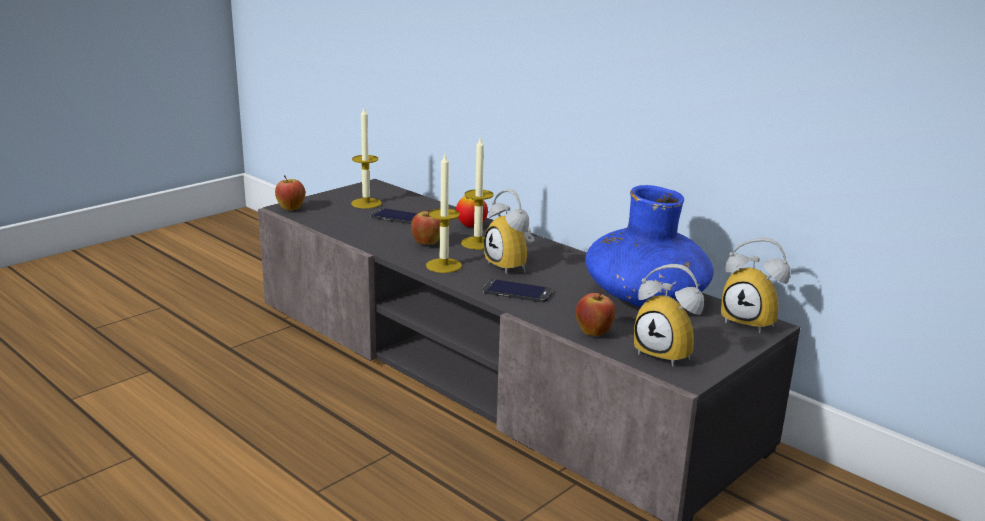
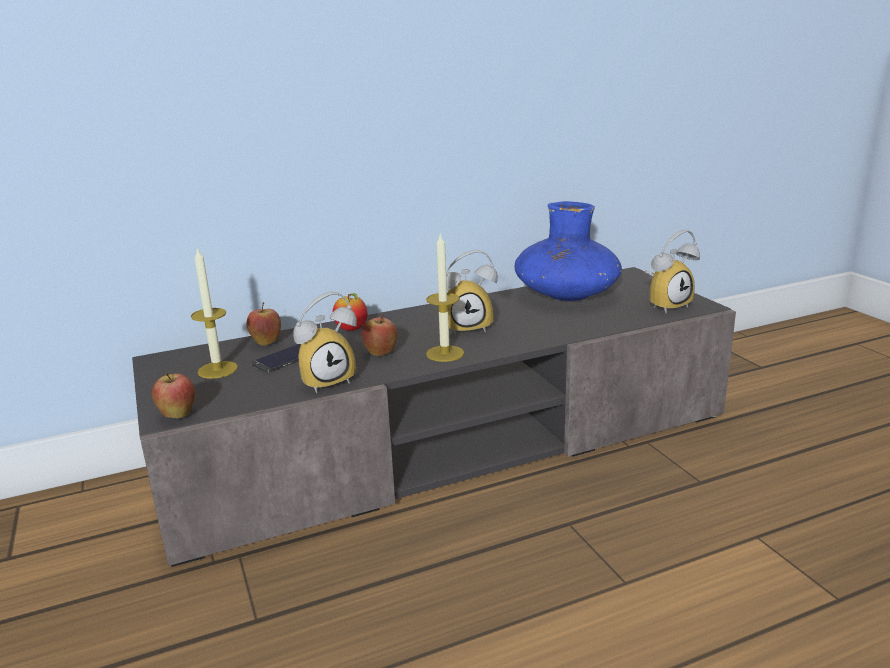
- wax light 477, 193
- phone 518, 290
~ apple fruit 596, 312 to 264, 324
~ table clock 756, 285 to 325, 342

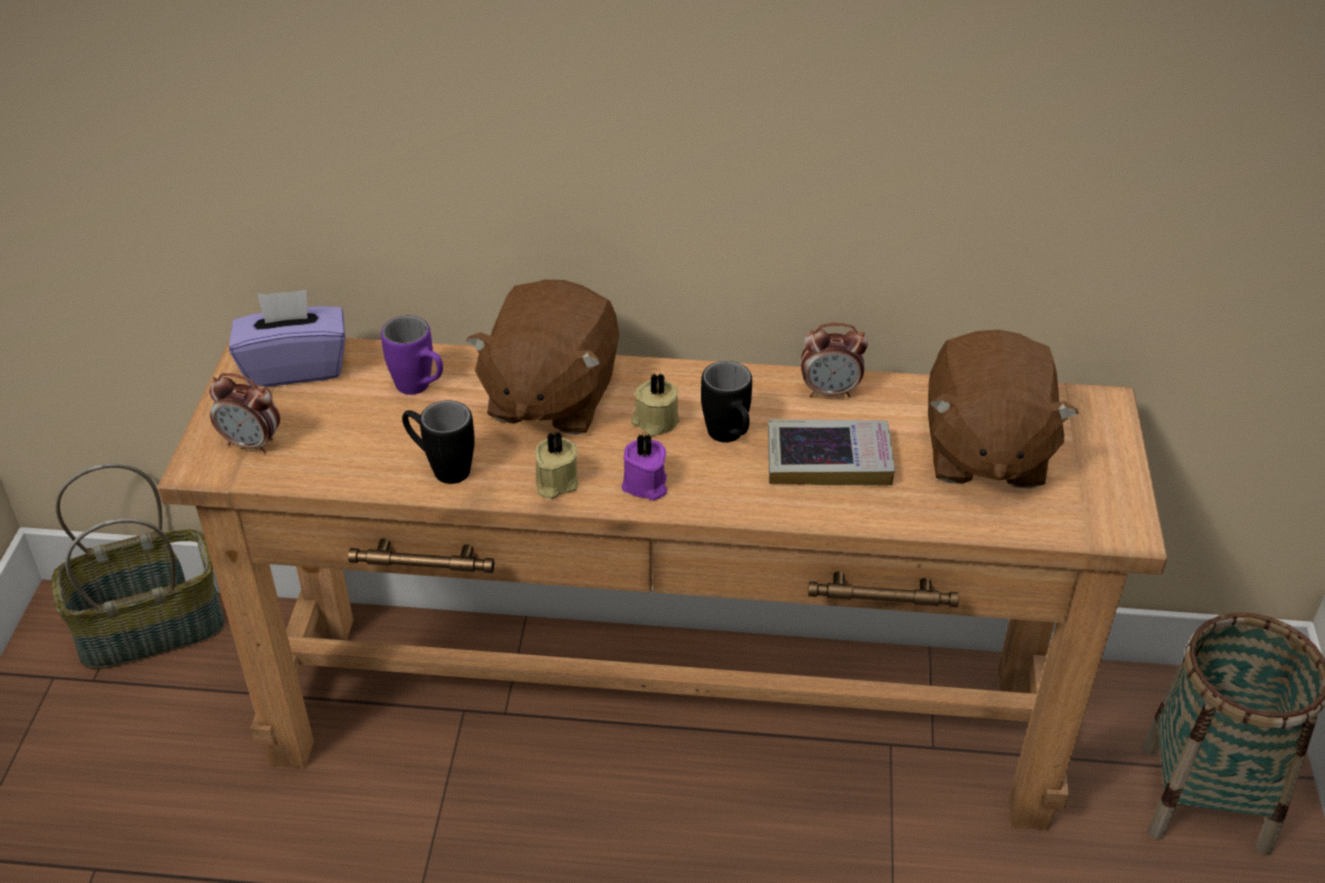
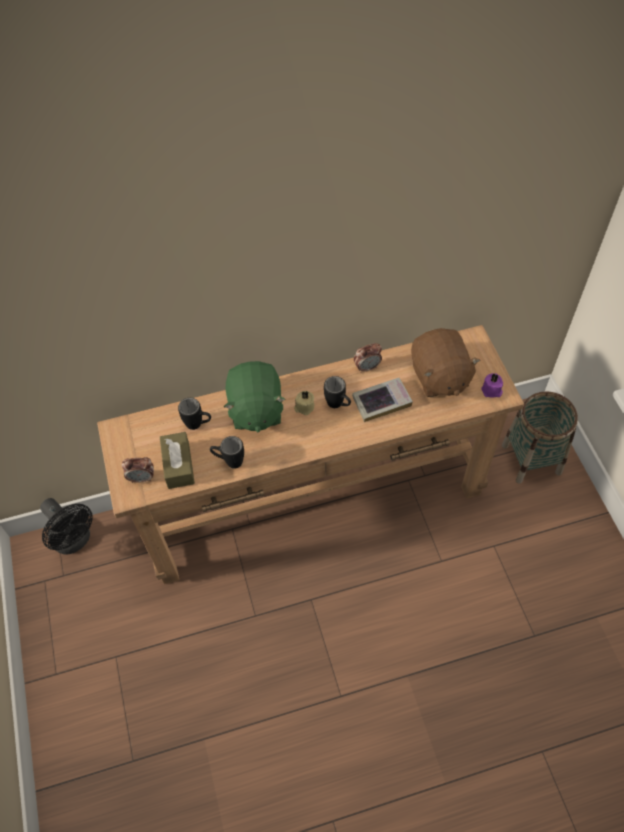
~ storage basket 138, 566 to blackish cooling fan 66, 526
- purplish tissue holder 287, 338
~ purplish tea mug 412, 355 to blackish tea mug 194, 414
~ brownish soft toy 542, 357 to green-coloured soft toy 255, 397
- beige wax light 556, 465
~ purplish wax light 644, 467 to 492, 385
+ brownish tissue holder 177, 460

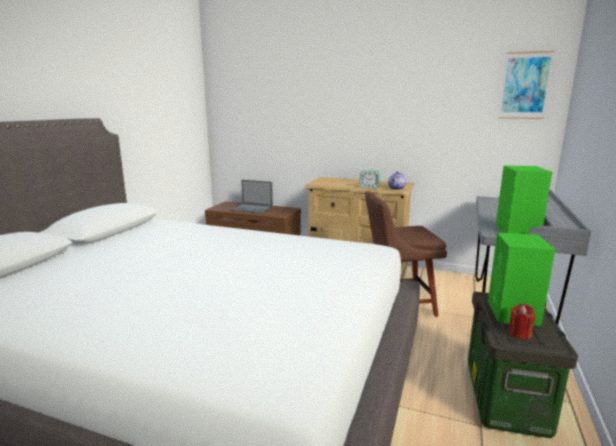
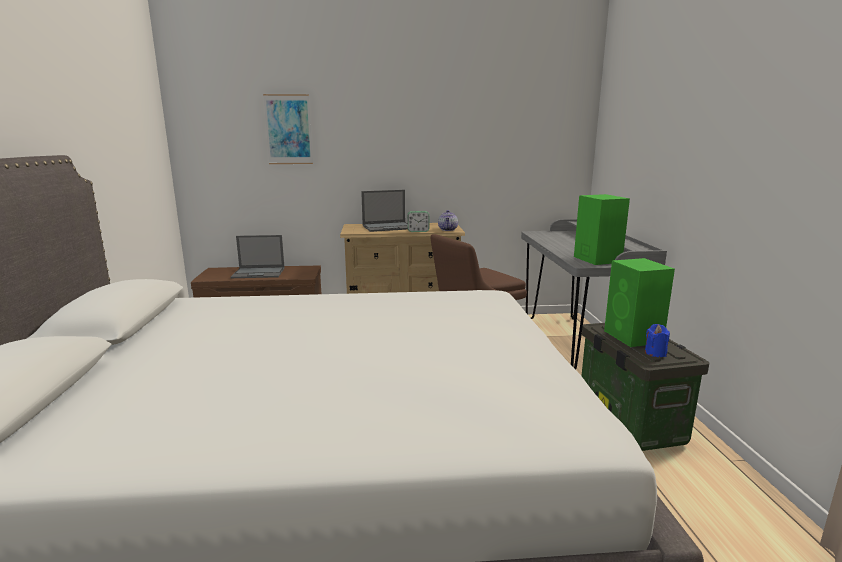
~ wall art 526, 85 to 288, 129
~ reddish wax light 522, 322 to blue-coloured wax light 657, 340
+ portable computer 384, 211

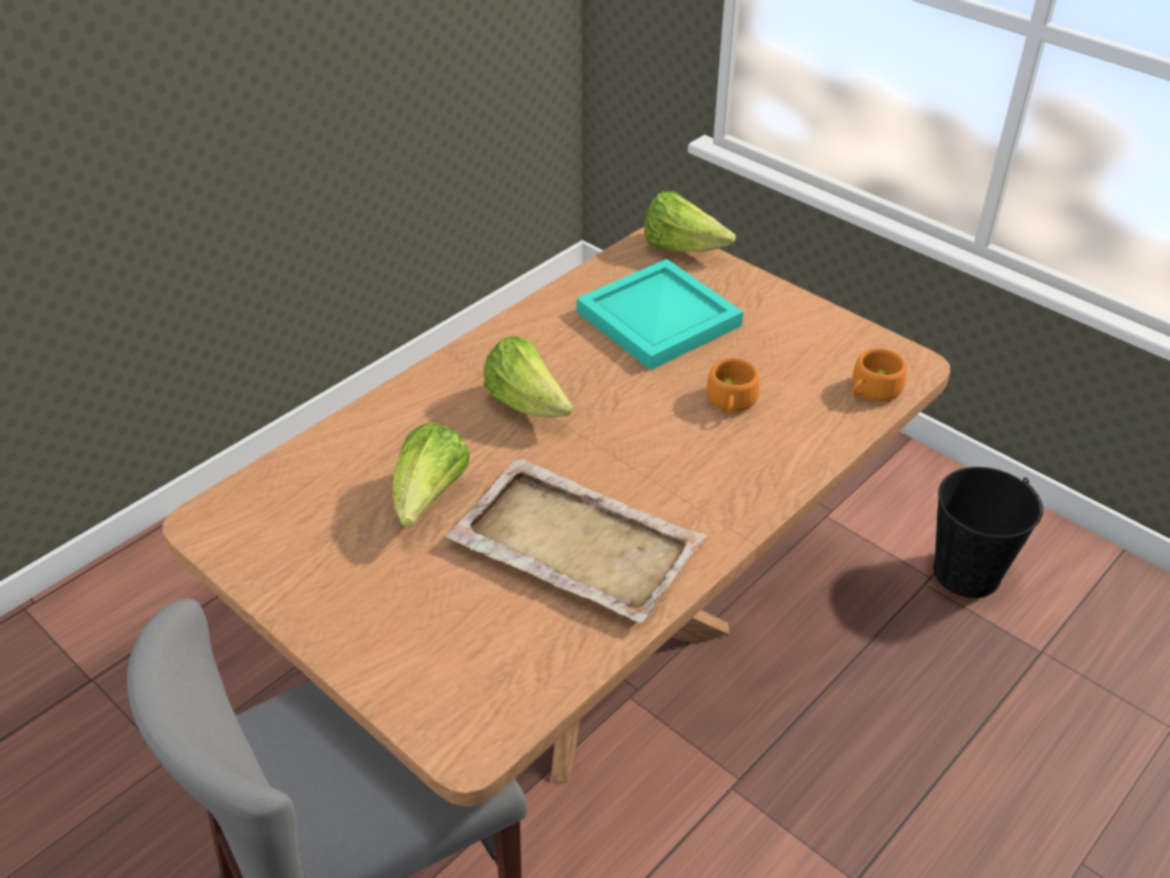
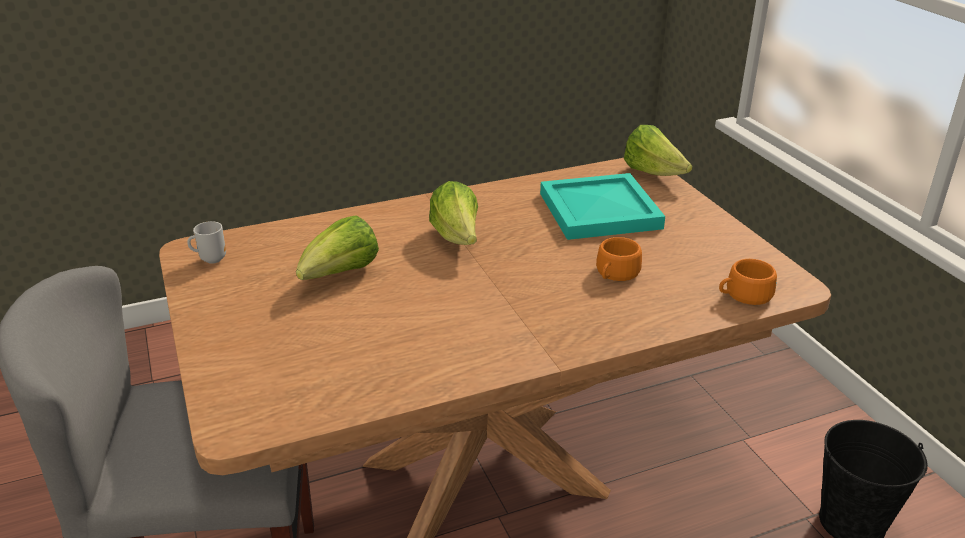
- beige serving tray 575, 540
+ tea mug 206, 242

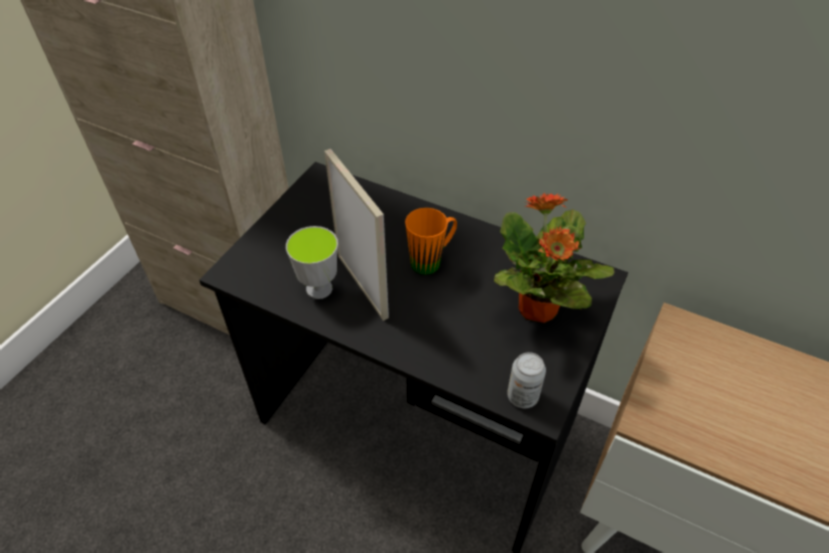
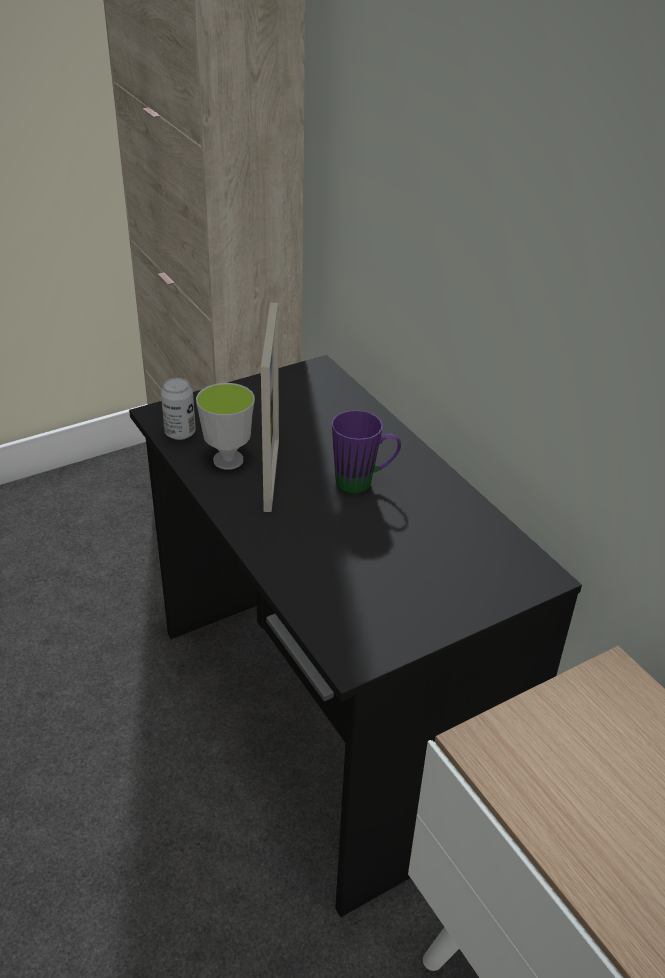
~ orangey tea mug 431, 241 to purplish tea mug 366, 451
- potted plant 554, 257
~ can 526, 380 to 178, 409

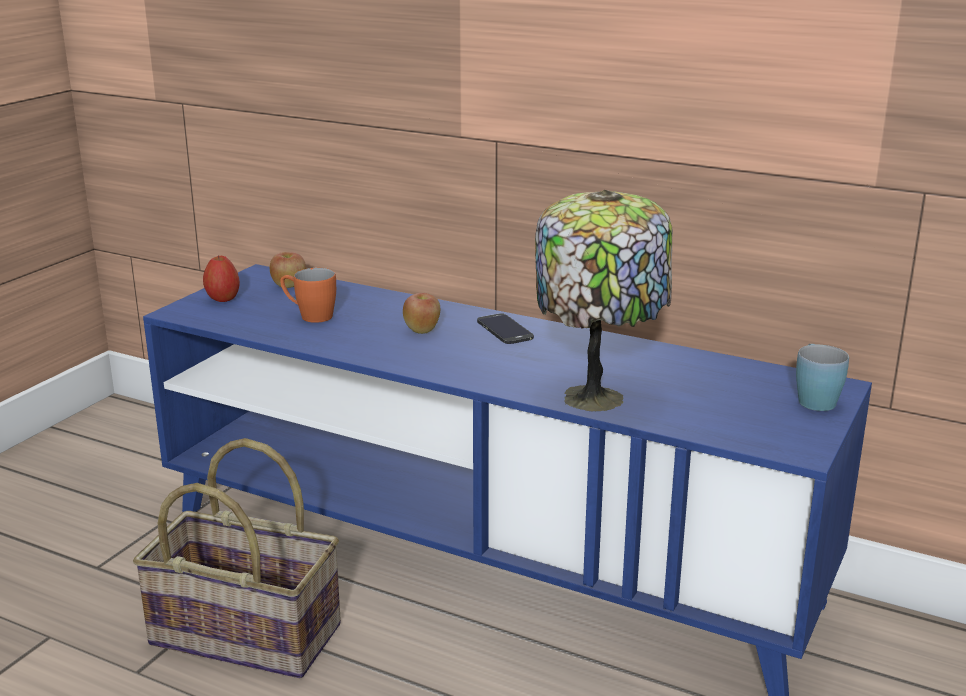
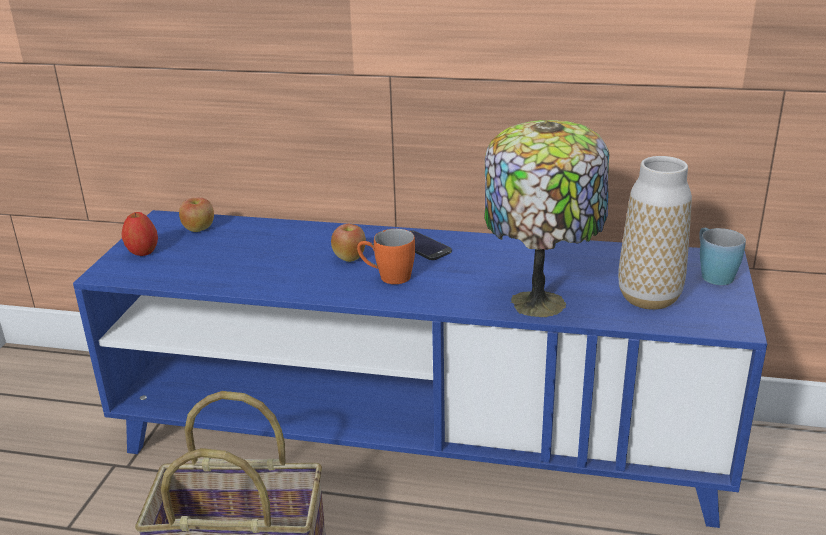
~ orangey tea mug 308, 295 to 386, 256
+ vase 655, 233

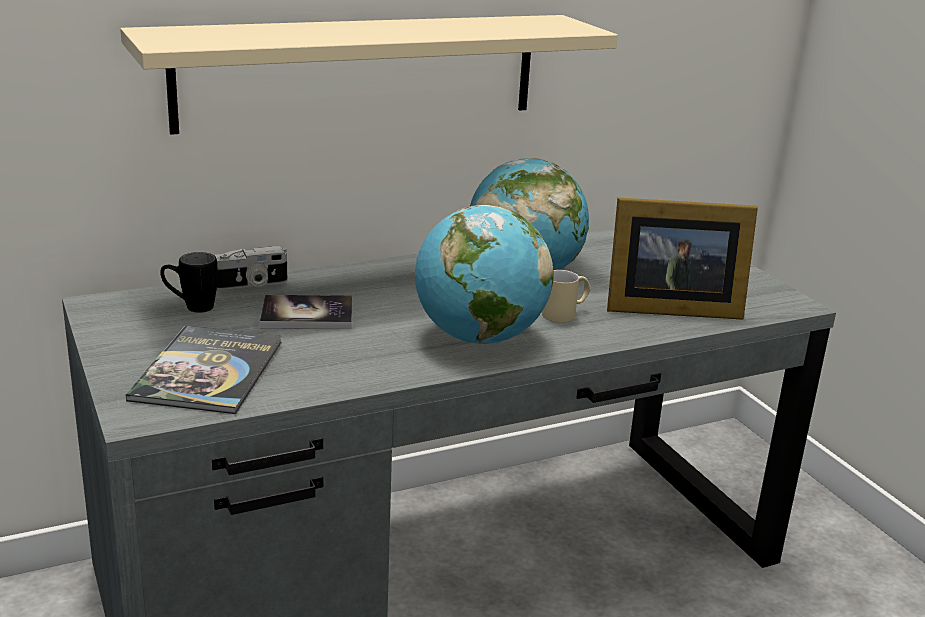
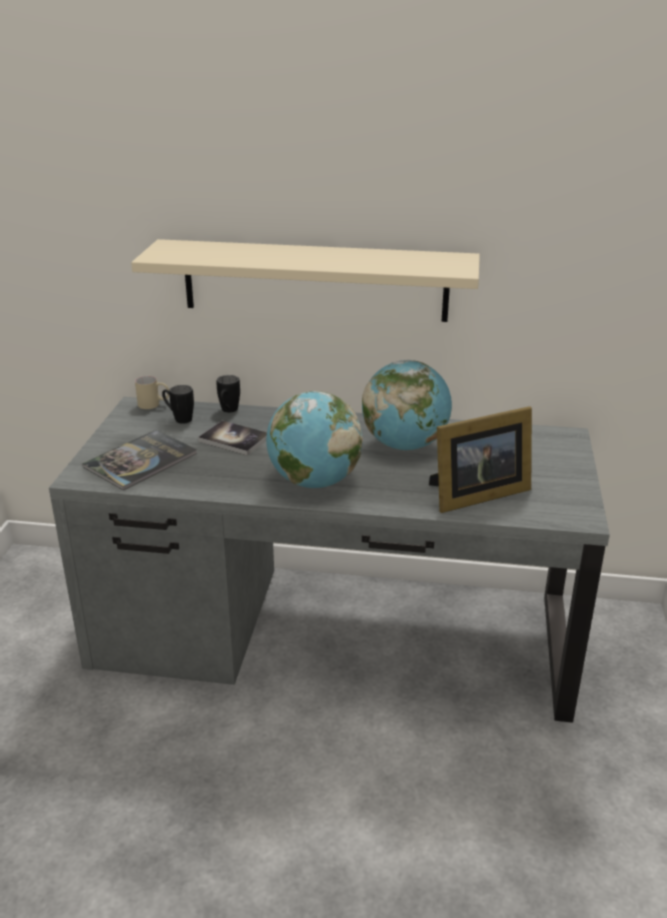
~ photo camera 250, 268 to blackish tea mug 228, 394
~ beige tea mug 566, 296 to 152, 392
~ picture frame 682, 259 = 480, 459 60 degrees counterclockwise

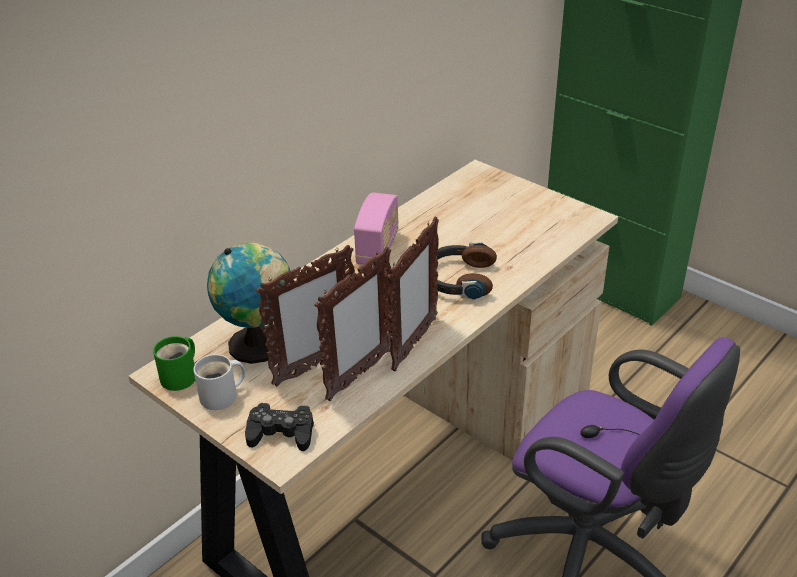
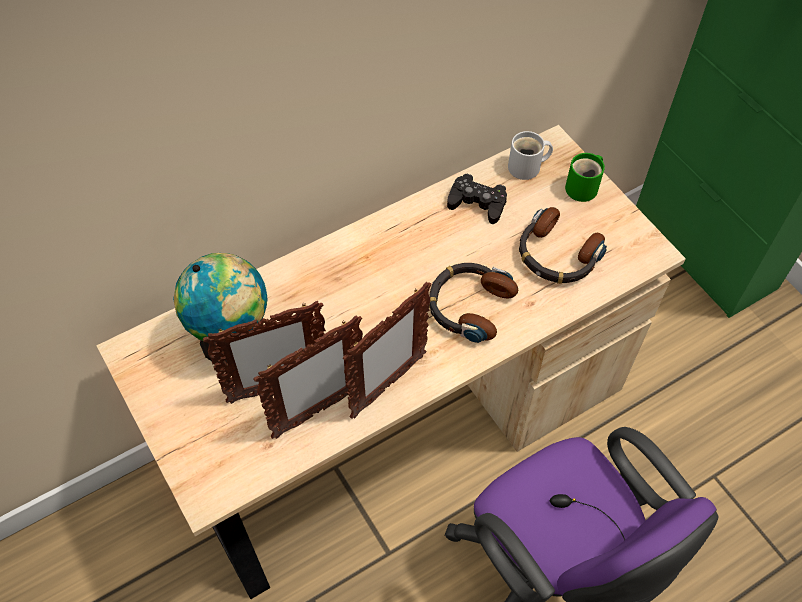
~ green-coloured tea mug 174, 363 to 585, 177
~ white tea mug 219, 382 to 530, 155
~ blackish joypad 279, 427 to 477, 199
- radio set 376, 229
+ headphones 563, 245

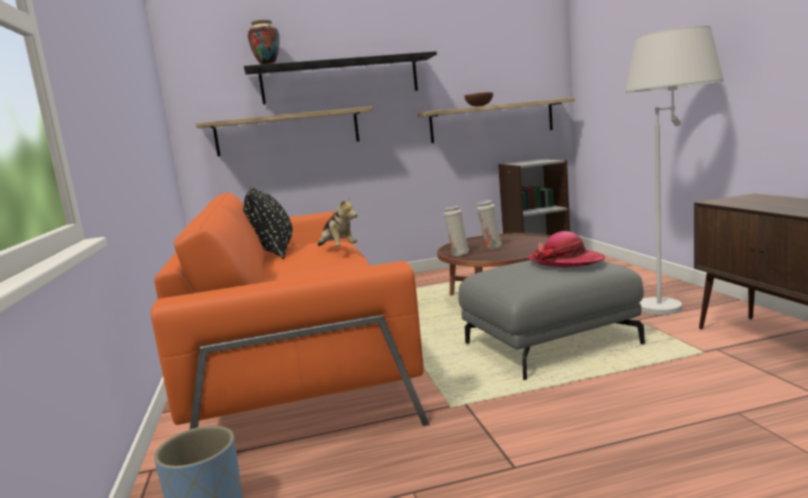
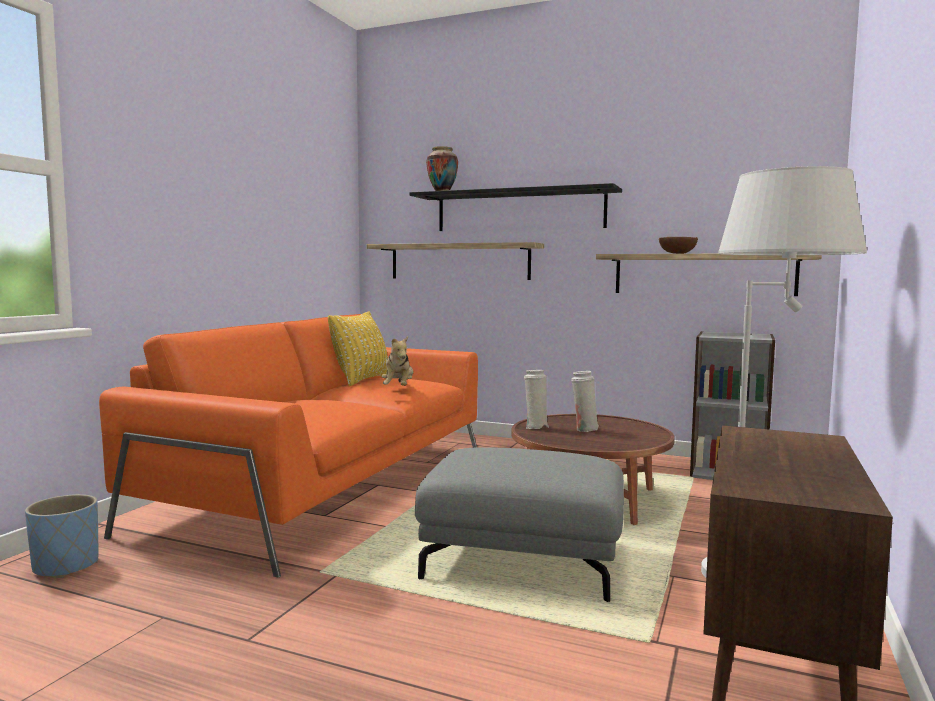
~ blackish pillow 268, 223 to yellowish pillow 358, 348
- wearable hat 566, 249

